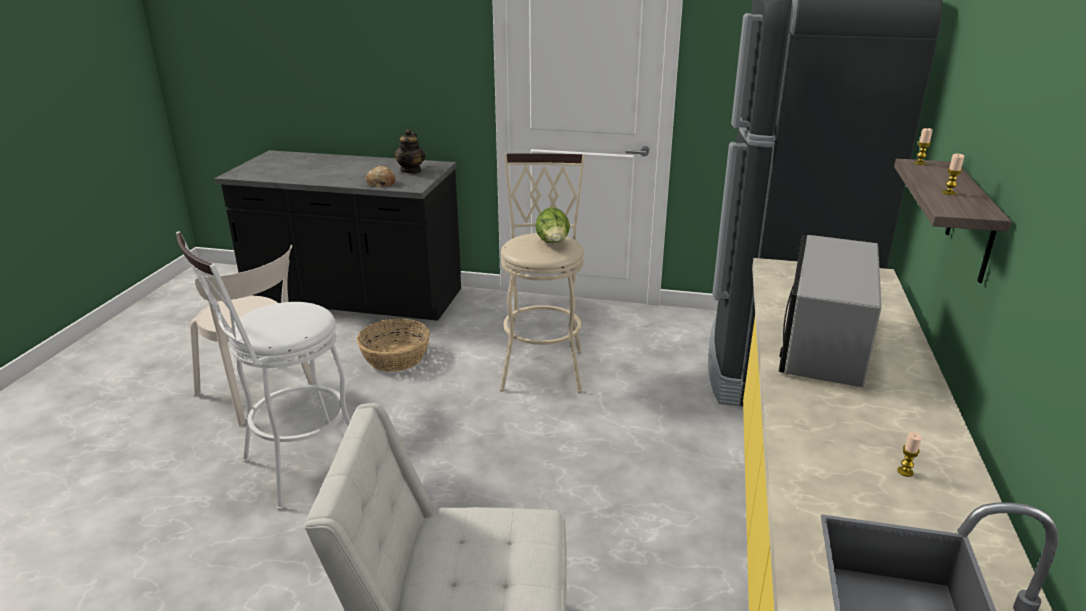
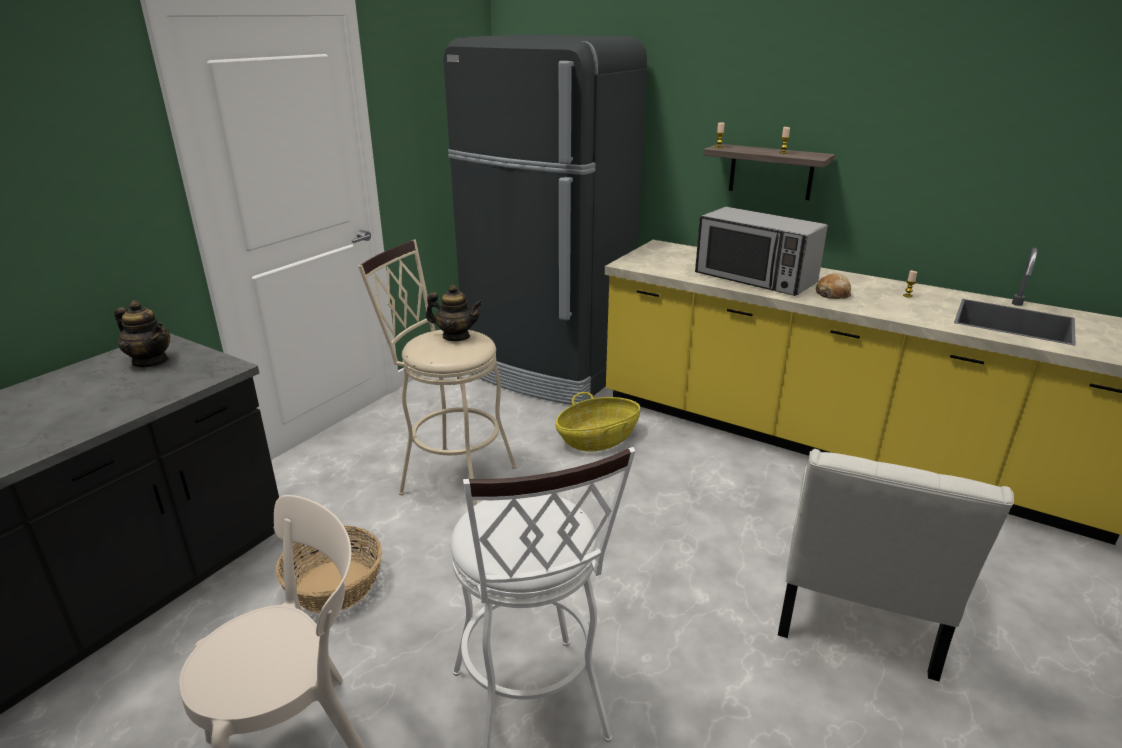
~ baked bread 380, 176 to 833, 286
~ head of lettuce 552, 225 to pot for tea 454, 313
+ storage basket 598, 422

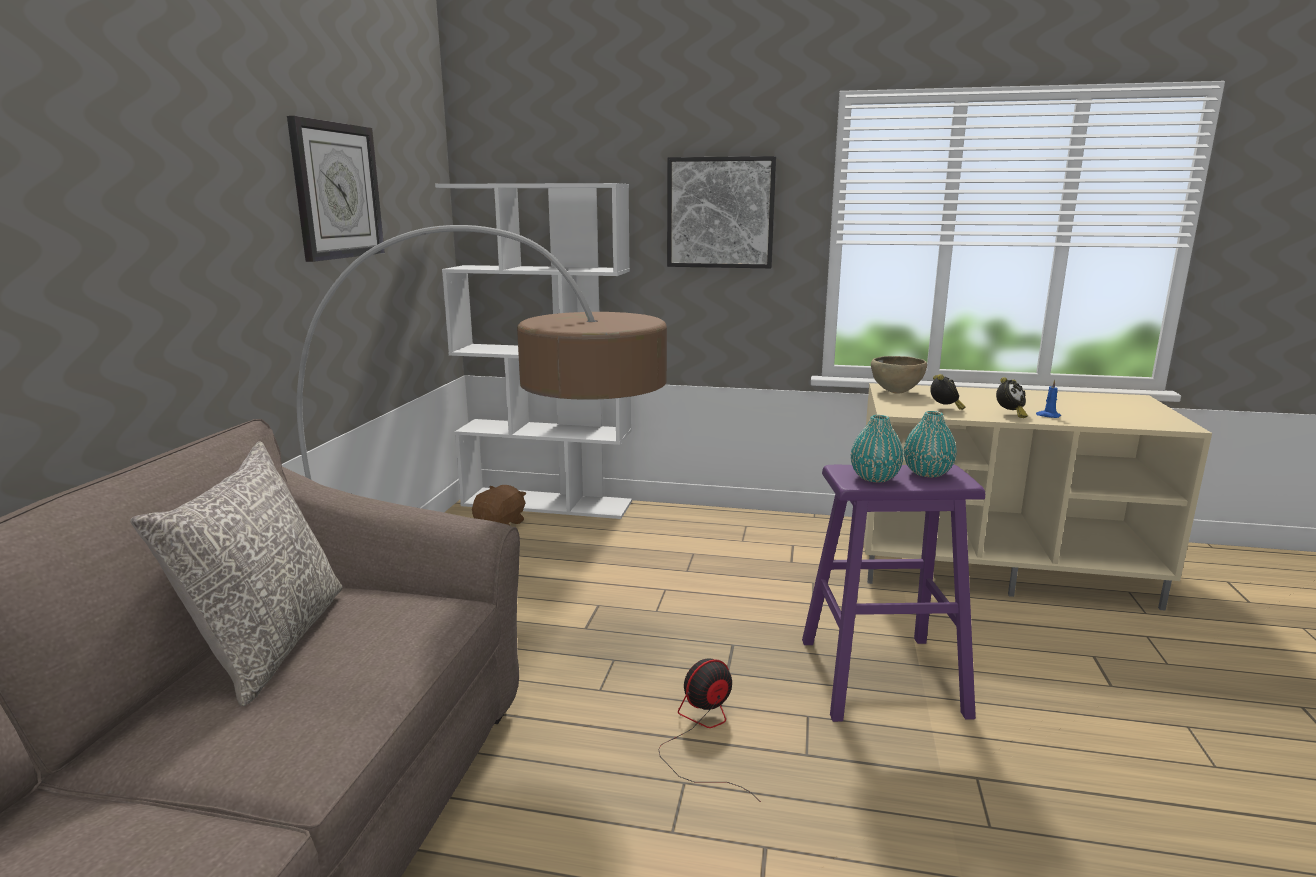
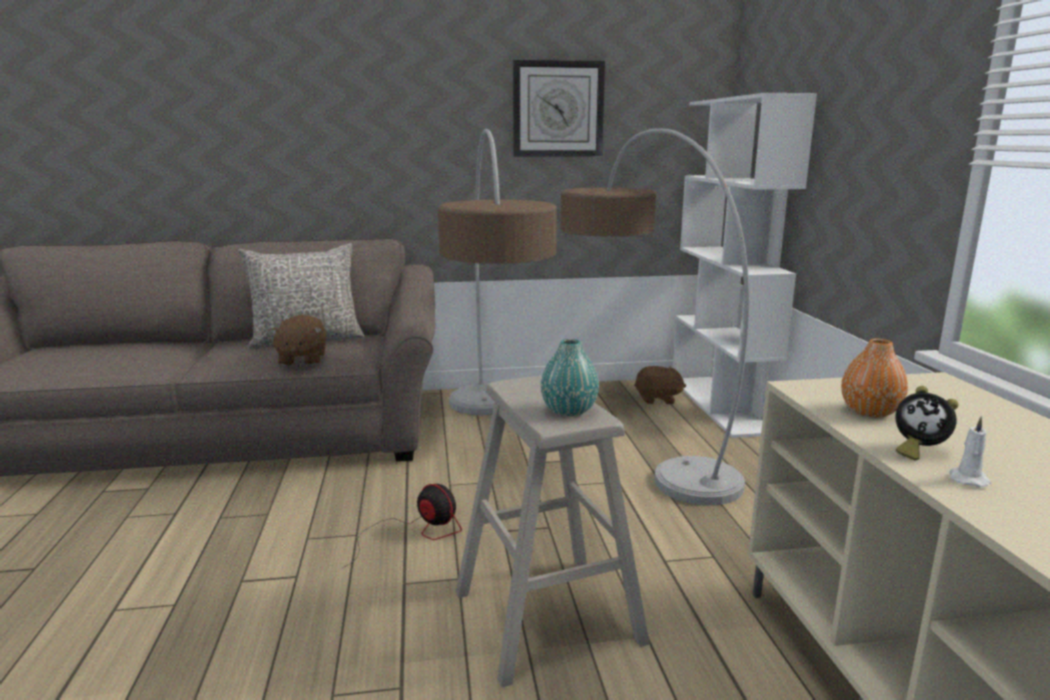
- wall art 721, 212
~ purplish sitting stool 893, 593 to beige sitting stool 553, 531
- turquoise vase 877, 448
- brownish serving bowl 899, 375
~ table clock 947, 392 to orangey vase 874, 378
~ blue-coloured wax light 1048, 399 to white wax light 970, 451
+ brownish soft toy 297, 340
+ floor lamp 655, 317

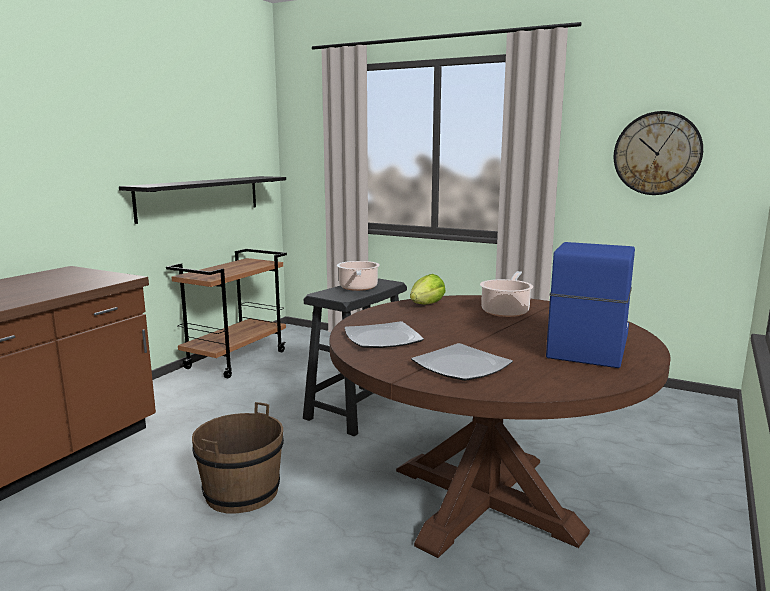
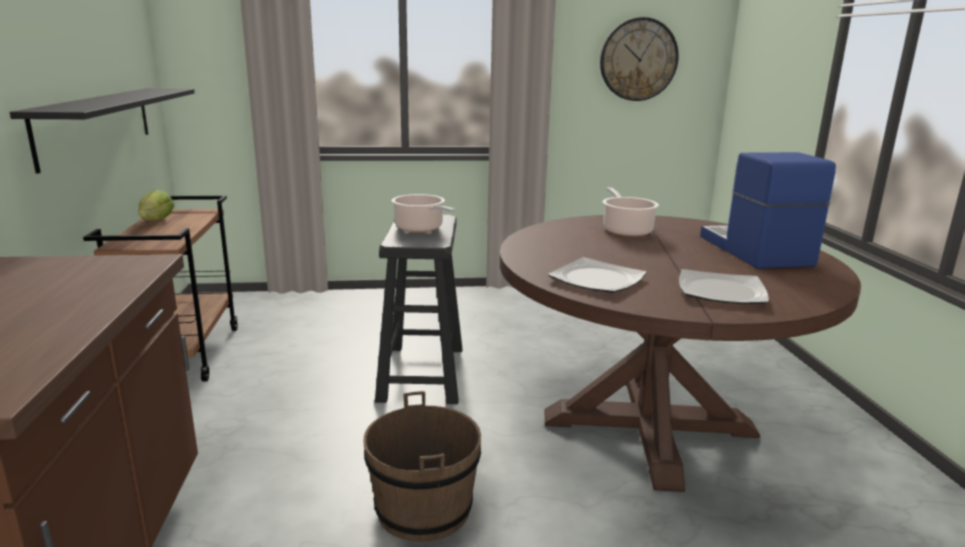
~ head of lettuce 428, 289 to 156, 205

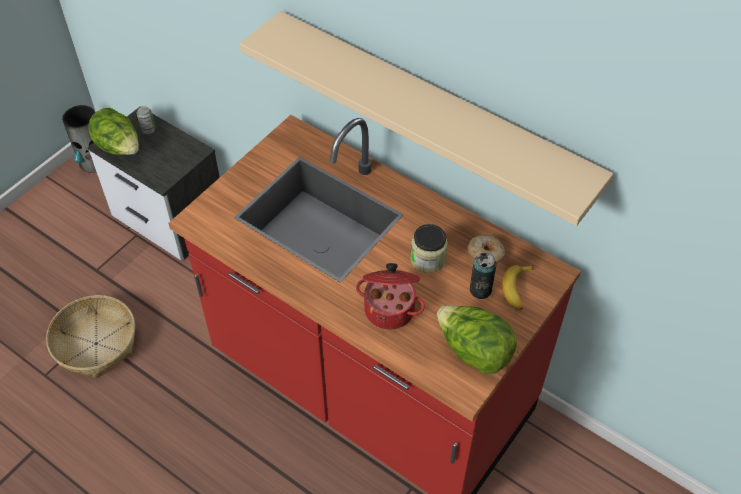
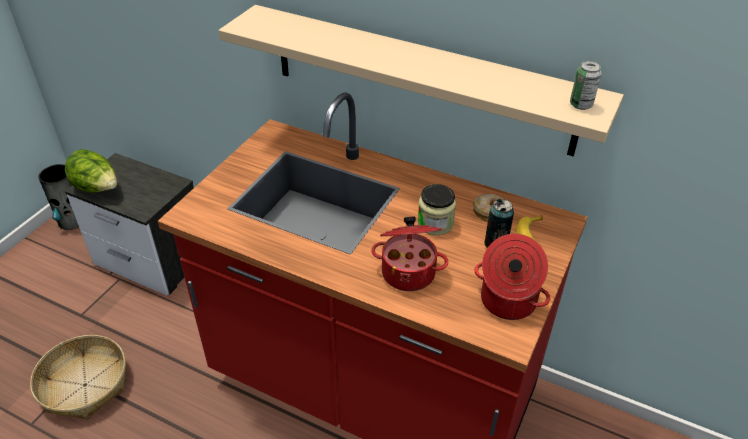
~ can 146, 120 to 586, 85
~ head of lettuce 477, 339 to cooking pot 512, 277

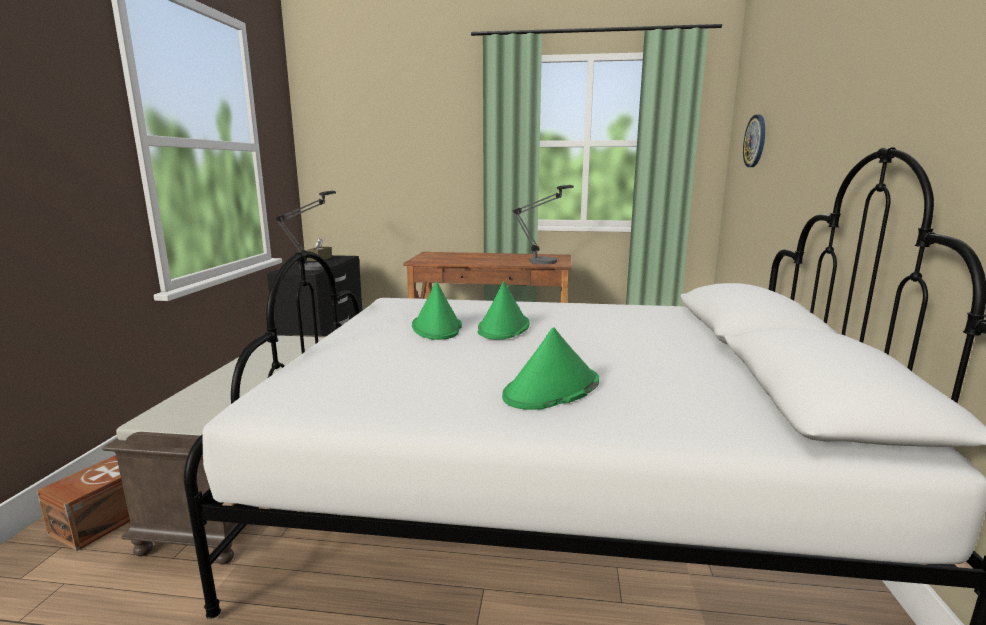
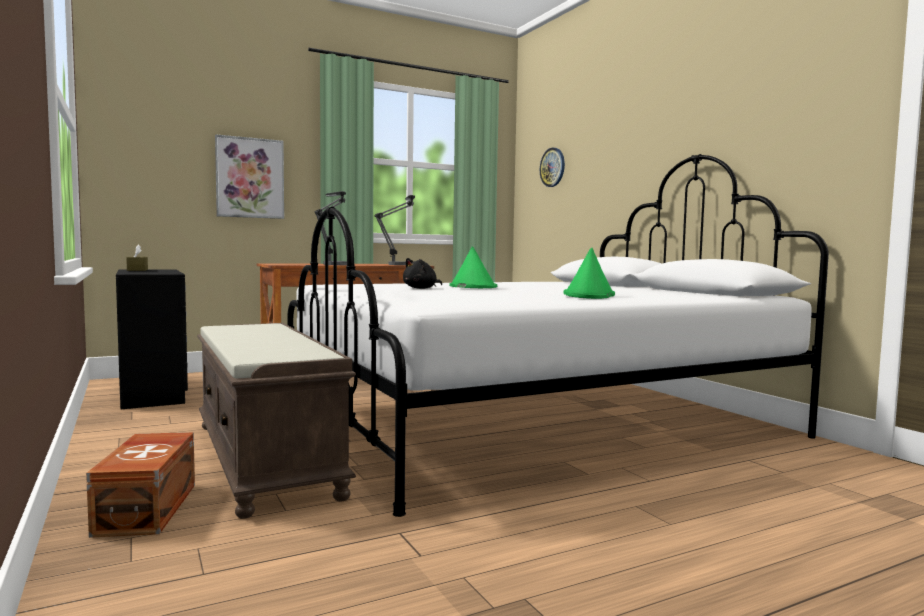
~ table lamp 305, 230 to 331, 228
~ green-coloured wearable hat 437, 310 to blackish soft toy 422, 273
+ wall art 249, 176

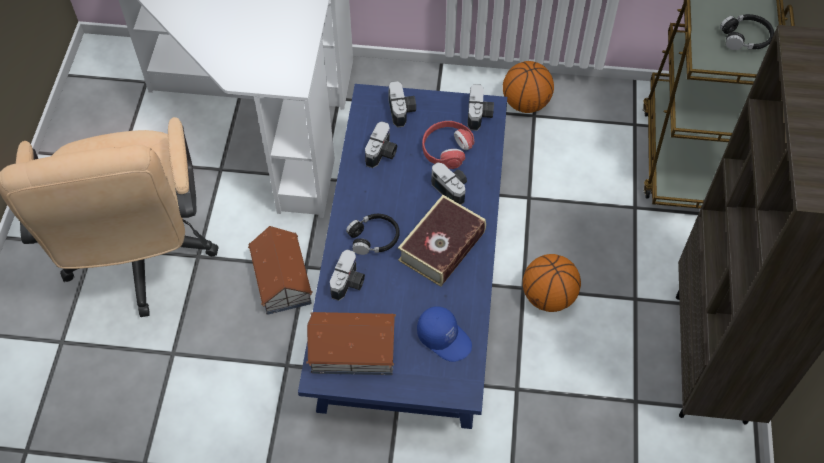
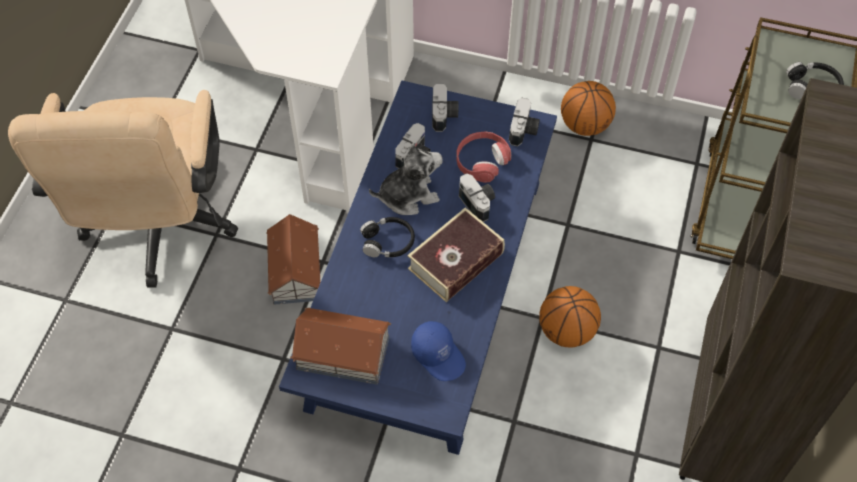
- photo camera 347, 275
+ soft toy 405, 179

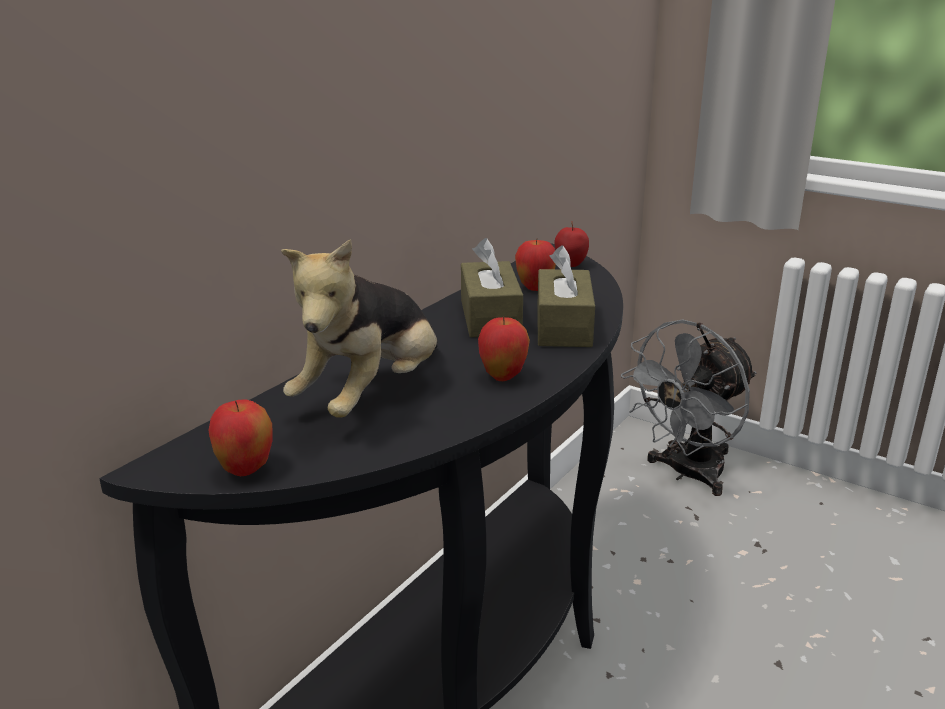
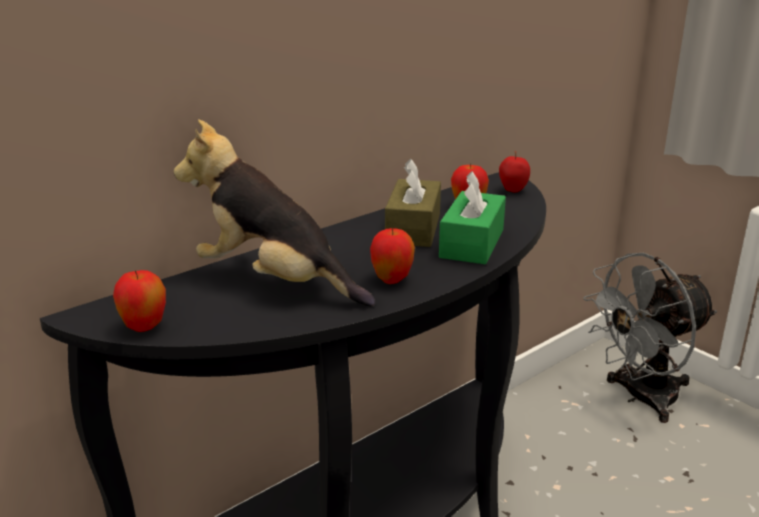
~ soft toy 359, 328 = 275, 213 75 degrees clockwise
~ brownish tissue holder 566, 296 to green-coloured tissue holder 472, 217

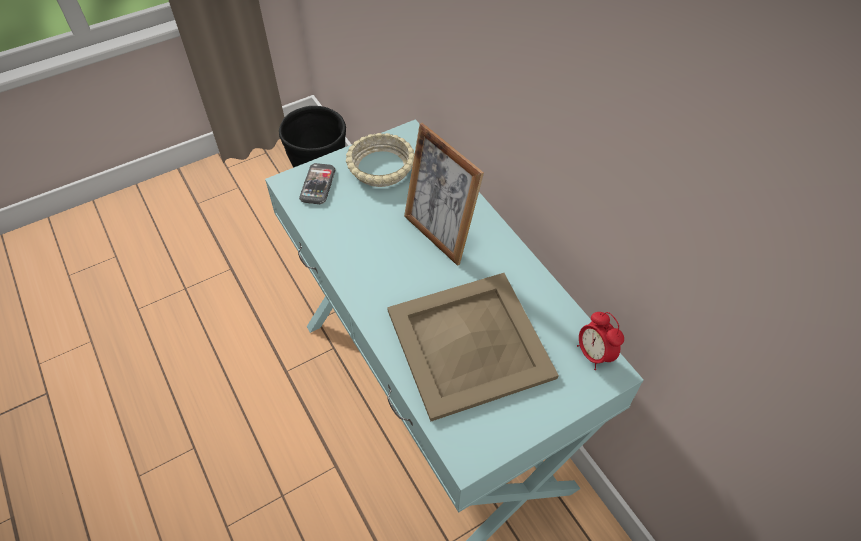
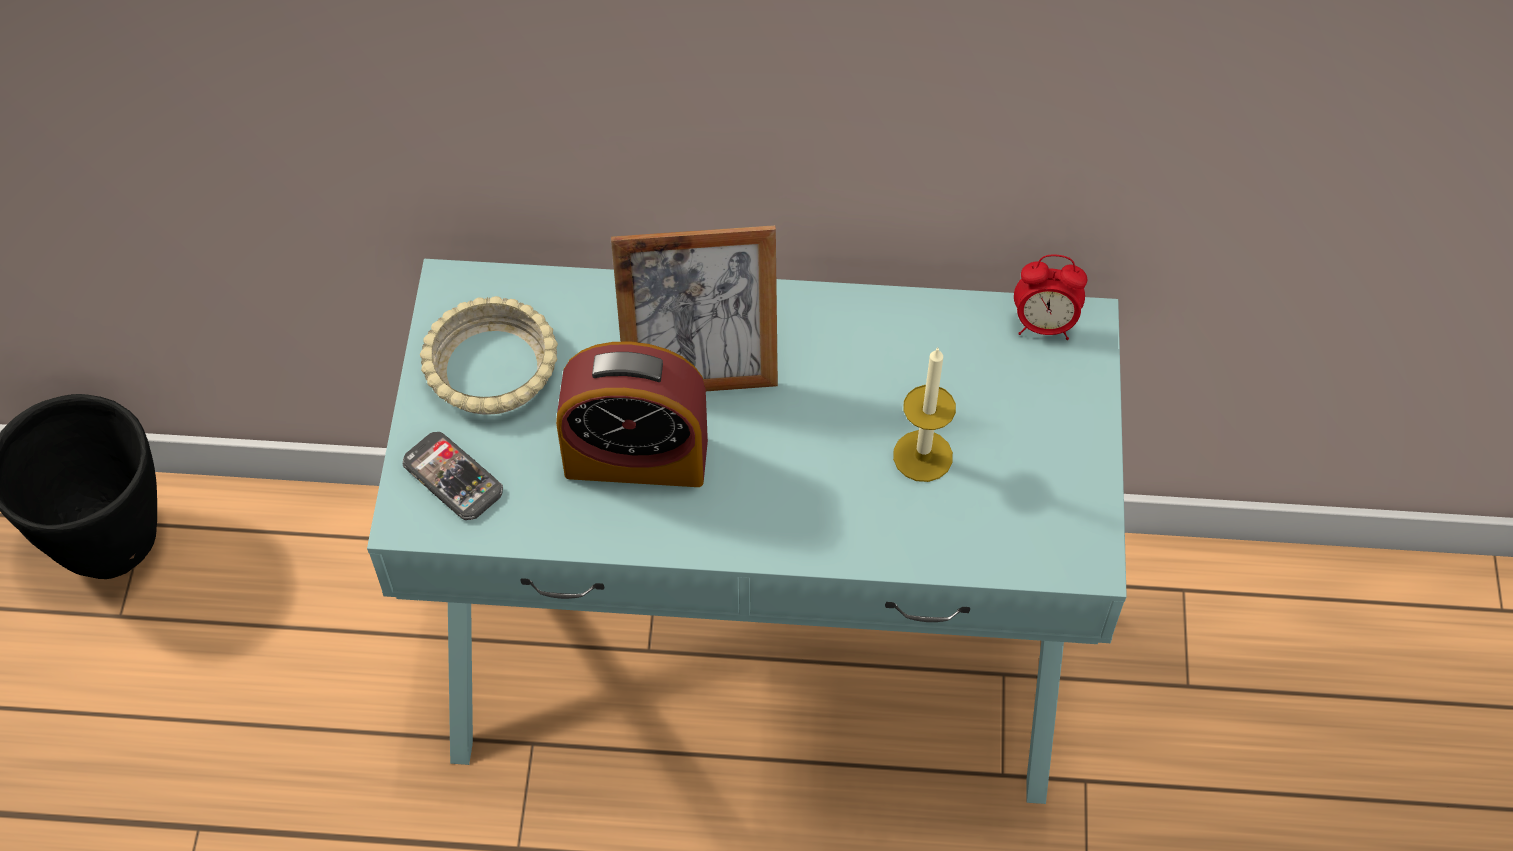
~ beige serving tray 473, 347 to wax light 924, 415
+ table clock 632, 414

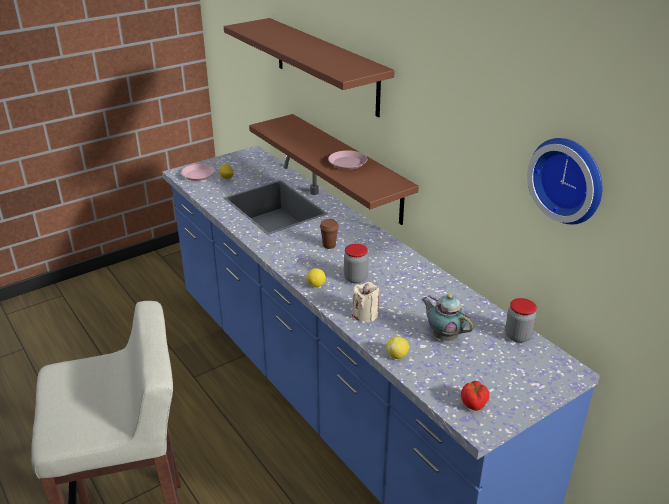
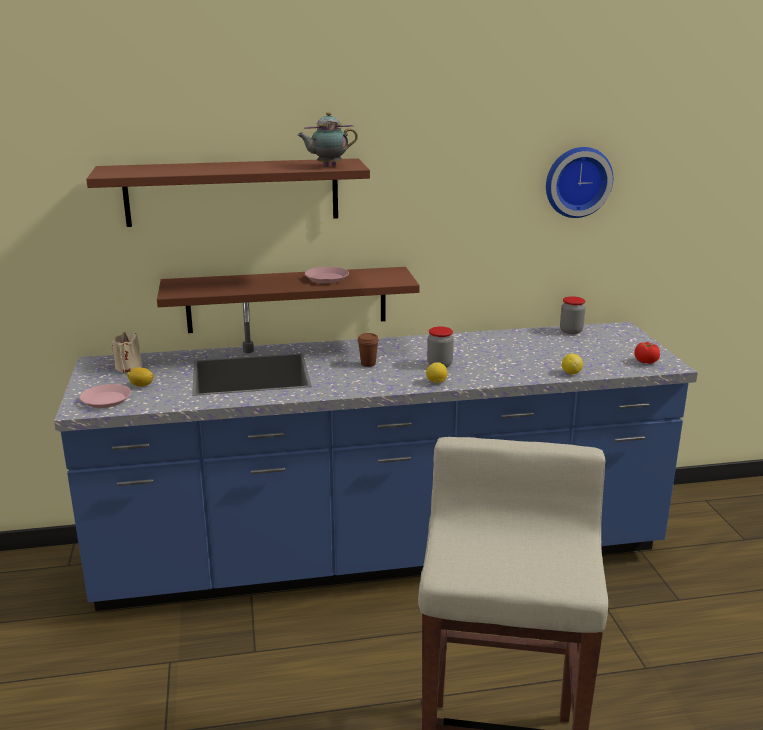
~ beige wax light 365, 302 to 126, 352
~ pot for tea 447, 317 to 327, 139

